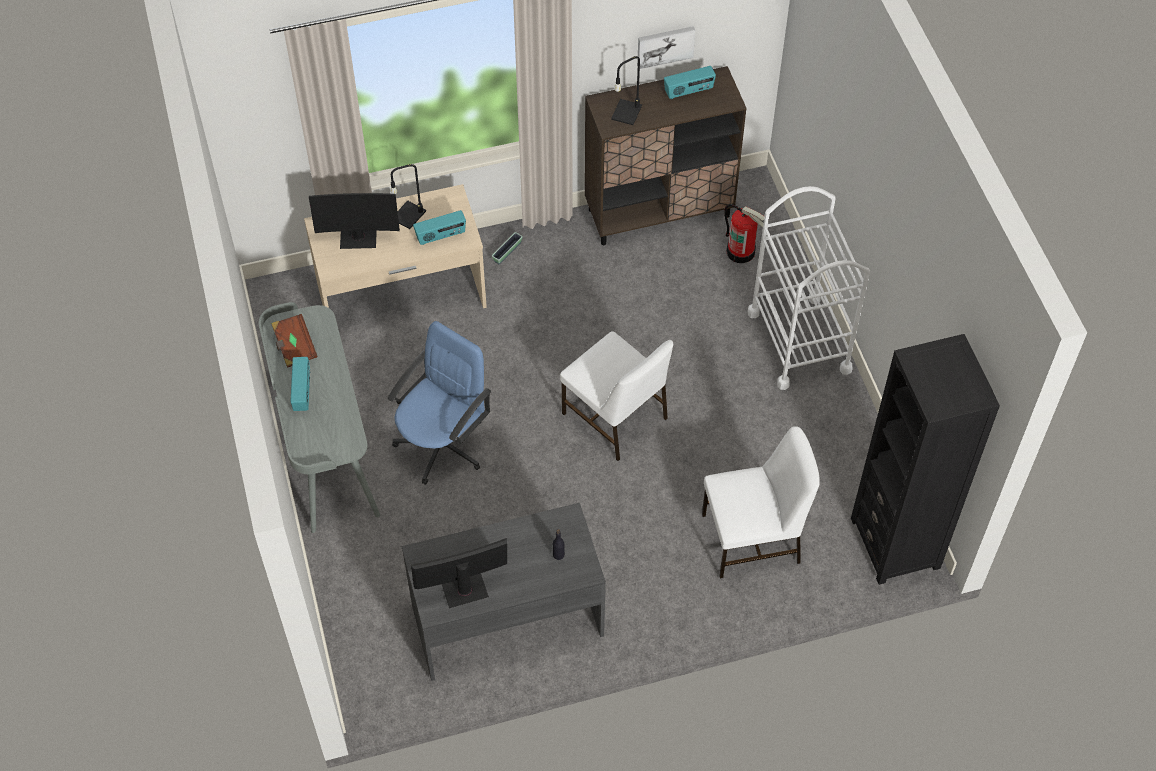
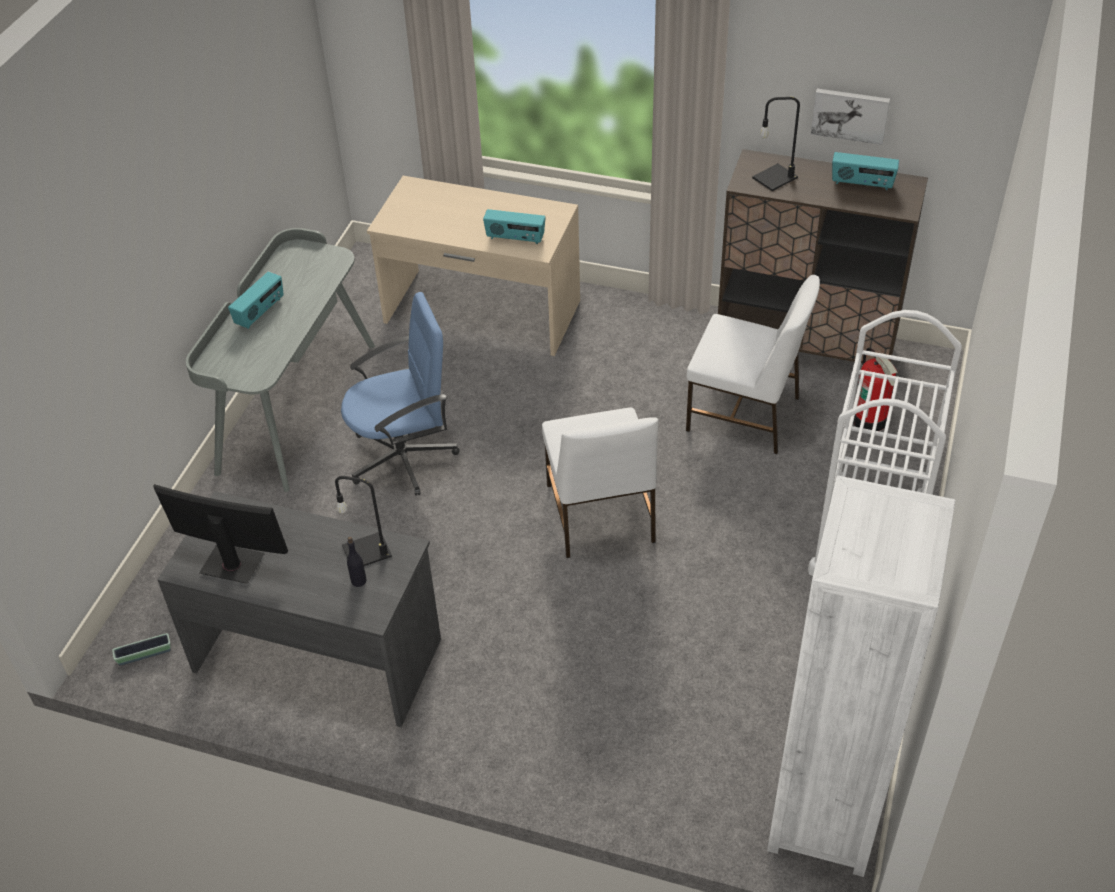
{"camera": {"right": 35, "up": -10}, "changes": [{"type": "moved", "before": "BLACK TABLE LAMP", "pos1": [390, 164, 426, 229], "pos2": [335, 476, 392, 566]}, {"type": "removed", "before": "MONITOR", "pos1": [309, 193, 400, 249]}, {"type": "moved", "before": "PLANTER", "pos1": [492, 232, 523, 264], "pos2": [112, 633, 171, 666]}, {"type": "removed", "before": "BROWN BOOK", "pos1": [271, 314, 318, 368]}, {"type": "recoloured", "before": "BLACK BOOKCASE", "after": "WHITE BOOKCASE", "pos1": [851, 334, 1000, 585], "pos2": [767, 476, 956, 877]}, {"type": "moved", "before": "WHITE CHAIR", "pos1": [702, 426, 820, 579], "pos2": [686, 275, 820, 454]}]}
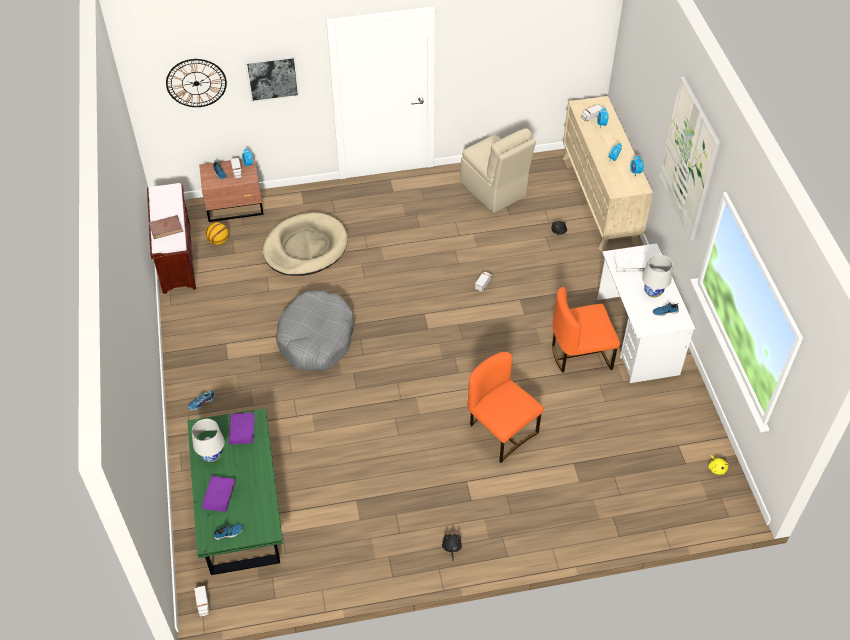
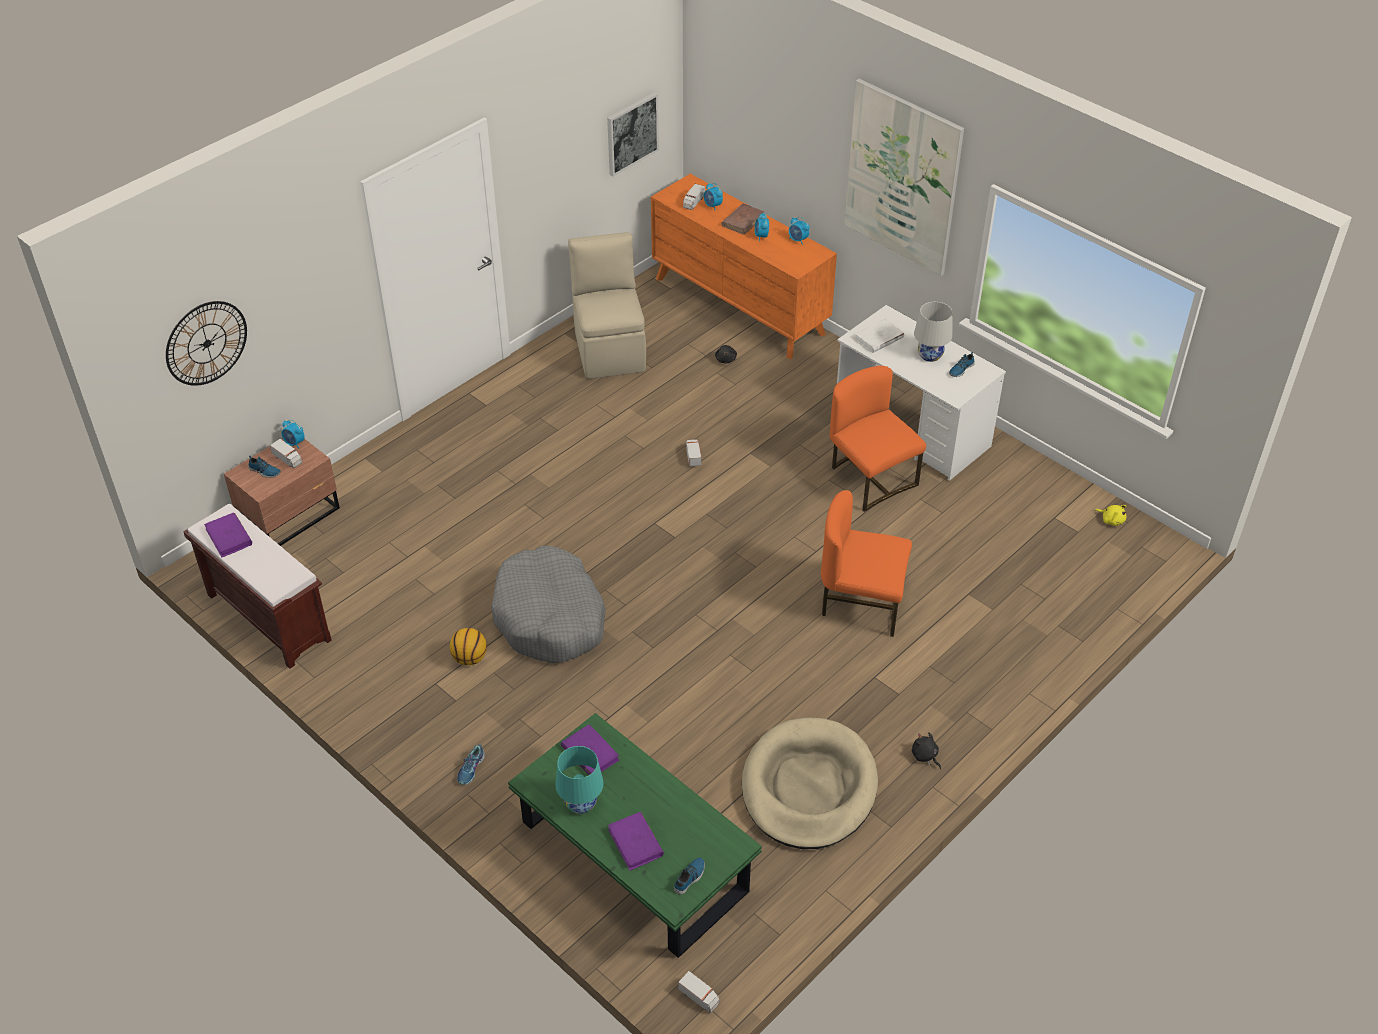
{"camera": {"right": -35, "up": -5}, "changes": [{"type": "moved", "before": "PICTURE", "pos1": [245, 54, 300, 103], "pos2": [607, 92, 659, 176]}, {"type": "recoloured", "before": "BEIGE DRESSER", "after": "ORANGE DRESSER", "pos1": [563, 96, 653, 251], "pos2": [651, 174, 837, 359]}, {"type": "turned", "before": "BEIGE CHAIR", "pos1": [460, 128, 536, 213], "pos2": [568, 232, 646, 379], "turn": -120}, {"type": "moved", "before": "BEIGE DOG BED", "pos1": [263, 213, 348, 276], "pos2": [742, 718, 878, 849]}, {"type": "moved", "before": "BROWN BOOK", "pos1": [149, 215, 184, 239], "pos2": [721, 203, 764, 235]}, {"type": "moved", "before": "BASKETBALL", "pos1": [206, 222, 229, 245], "pos2": [450, 628, 487, 665]}, {"type": "turned", "before": "ORANGE CHAIR", "pos1": [552, 287, 620, 373], "pos2": [830, 366, 926, 512], "turn": 105}, {"type": "recoloured", "before": "WHITE TABLE LAMP", "after": "TURQUOISE TABLE LAMP", "pos1": [192, 419, 225, 462], "pos2": [555, 746, 604, 814]}, {"type": "added", "after": "PURPLE BOOK", "pos2": [204, 512, 252, 557]}]}
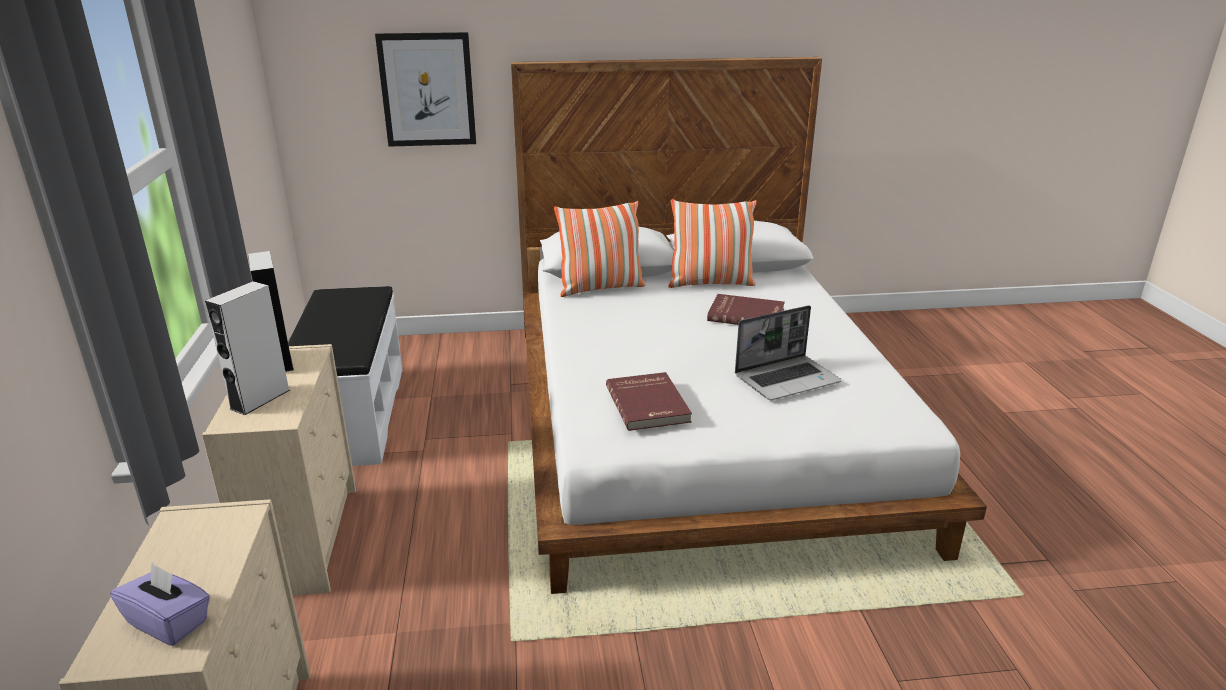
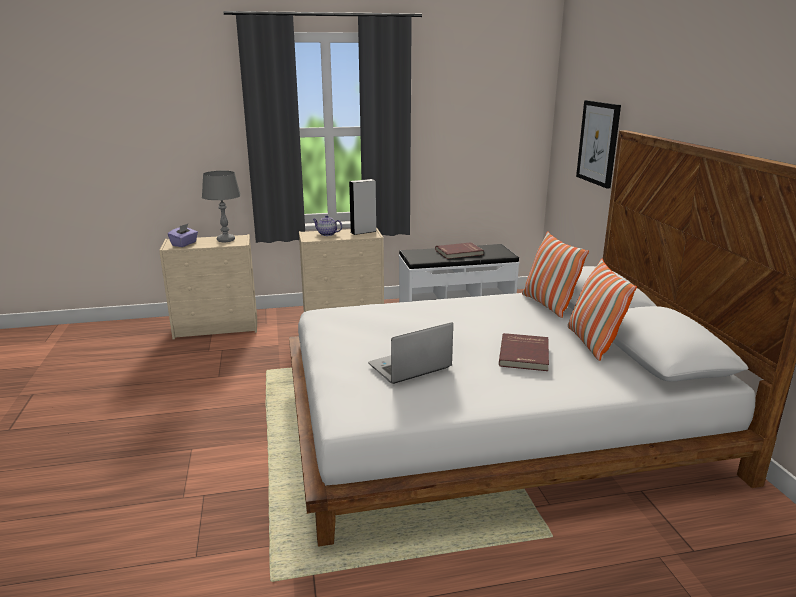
{"camera": {"right": 85, "up": -5}, "changes": [{"type": "replaced", "before": "GREY SPEAKER", "after": "TEAPOT", "pos1": [205, 281, 290, 415], "pos2": [312, 215, 342, 236]}, {"type": "turned", "before": "LAPTOP", "pos1": [735, 305, 841, 400], "pos2": [368, 323, 453, 384], "turn": 90}, {"type": "moved", "before": "RED BOOK", "pos1": [606, 372, 692, 431], "pos2": [435, 242, 484, 259]}, {"type": "added", "after": "GREY TABLE LAMP", "pos2": [202, 171, 241, 242]}]}
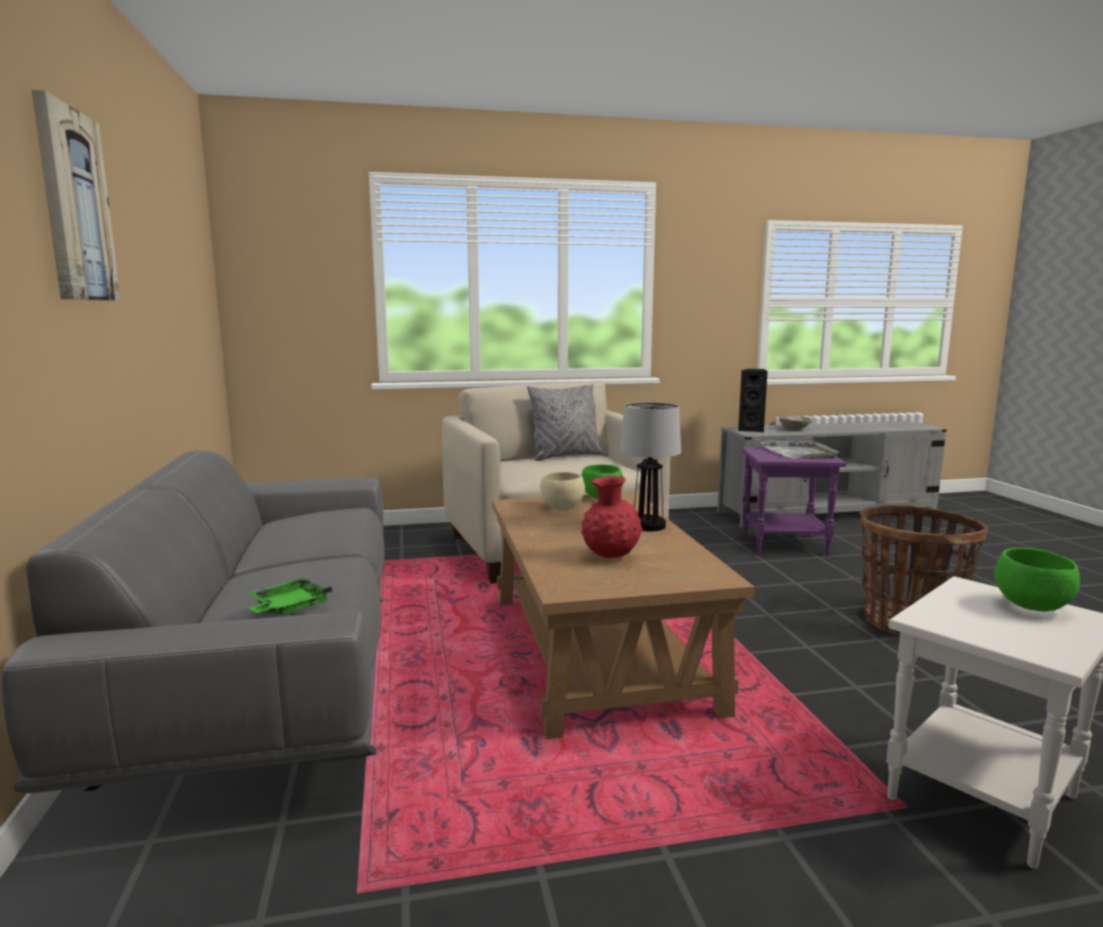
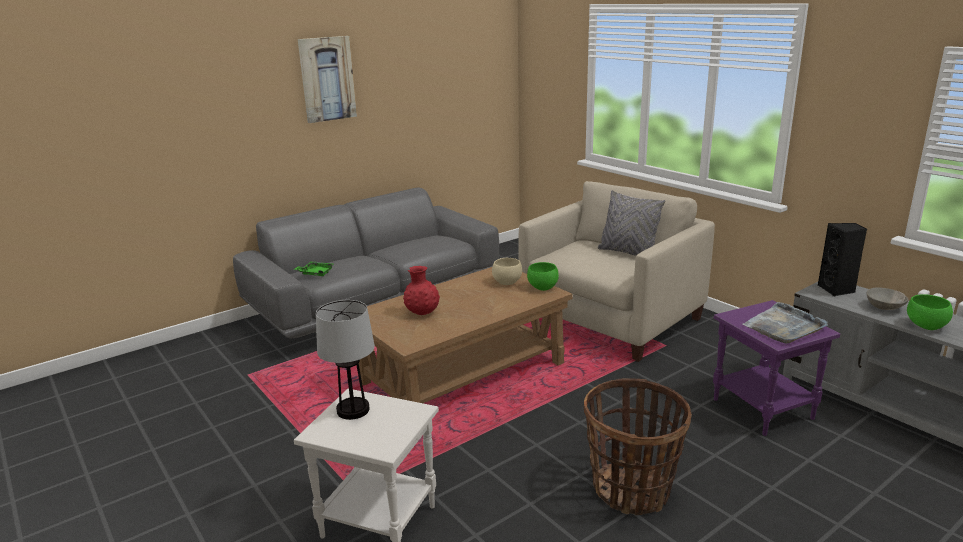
{"camera": {"right": 65, "up": 10}, "changes": [{"type": "moved", "before": "TABLE LAMP", "pos1": [620, 402, 681, 531], "pos2": [316, 300, 375, 420]}, {"type": "moved", "before": "GREEN BOWL", "pos1": [994, 548, 1080, 612], "pos2": [907, 294, 953, 330]}]}
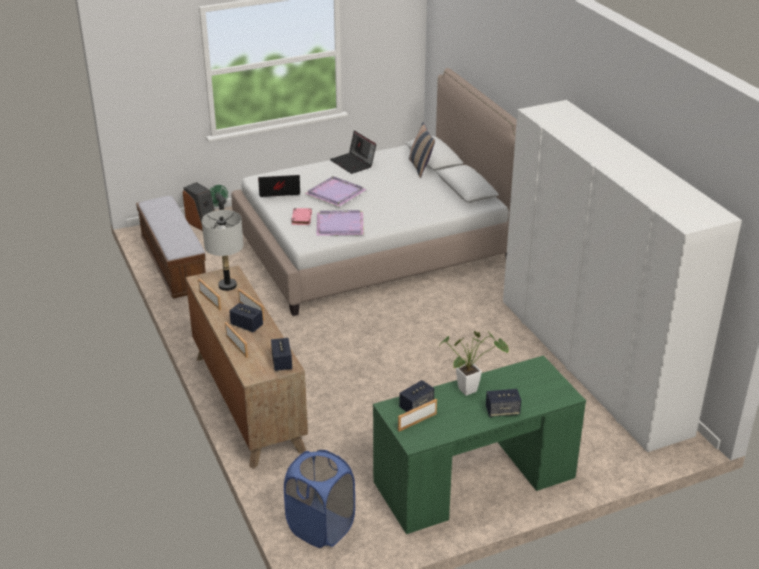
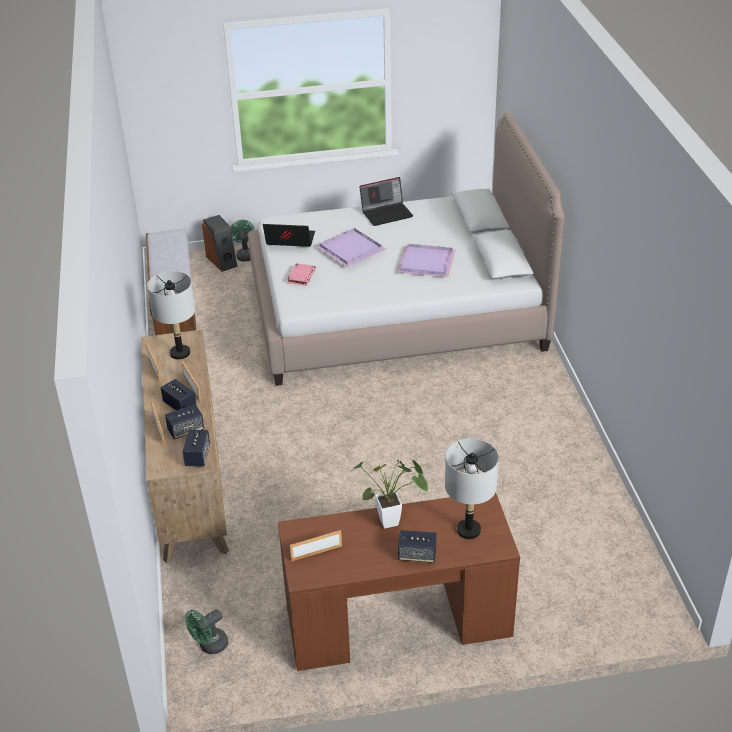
{"camera": {"right": 15, "up": 5}, "changes": [{"type": "removed", "before": "WHITE WARDROBE", "pos1": [503, 100, 742, 452]}, {"type": "removed", "before": "PILLOW", "pos1": [409, 123, 435, 178]}, {"type": "turned", "before": "LAPTOP", "pos1": [330, 131, 376, 174], "pos2": [359, 177, 413, 226], "turn": -90}, {"type": "moved", "before": "PURPLE TRAY", "pos1": [316, 210, 364, 236], "pos2": [397, 244, 456, 277]}, {"type": "recoloured", "before": "GREEN DESK", "after": "BROWN DESK", "pos1": [373, 355, 586, 534], "pos2": [278, 493, 520, 671]}, {"type": "moved", "before": "SPEAKER", "pos1": [399, 380, 434, 412], "pos2": [165, 404, 204, 439]}, {"type": "replaced", "before": "BLUE LAUNDRY BASKET", "after": "GREEN FAN", "pos1": [284, 450, 355, 548], "pos2": [185, 609, 228, 654]}, {"type": "added", "after": "GREY TABLE LAMP", "pos2": [445, 439, 499, 539]}]}
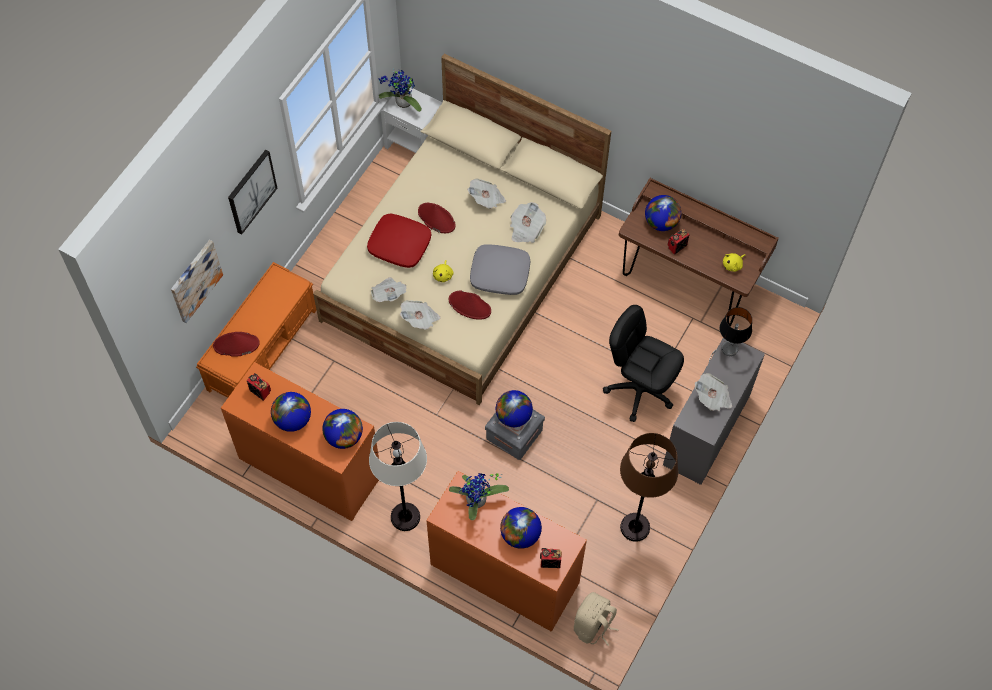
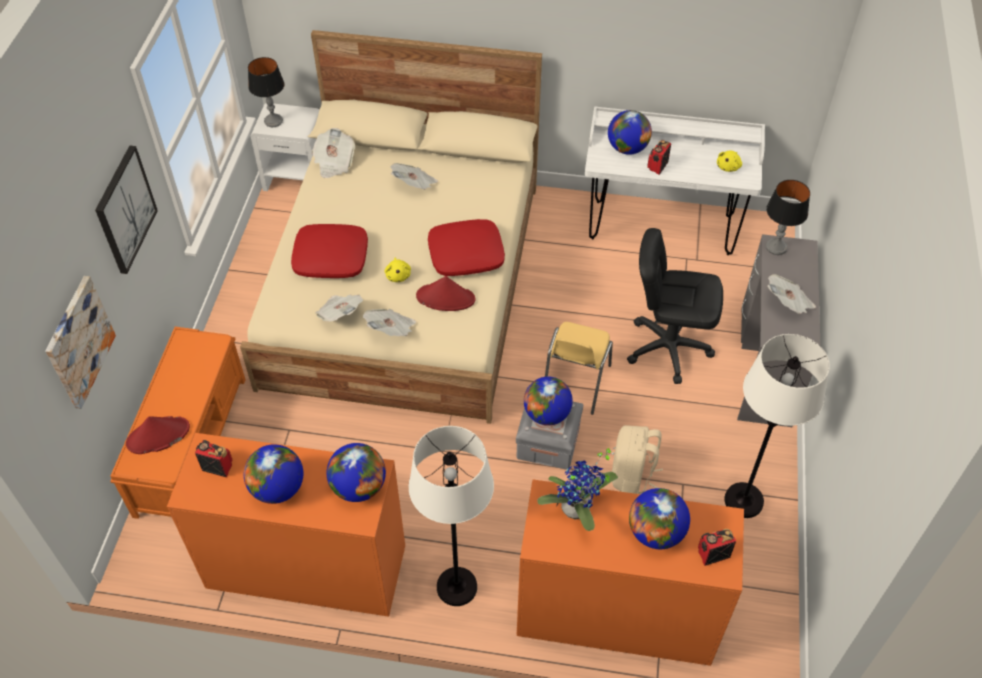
{"camera": {"right": -20, "up": -10}, "changes": [{"type": "replaced", "before": "POTTED PLANT", "after": "TABLE LAMP", "pos1": [378, 69, 422, 112], "pos2": [248, 57, 285, 127]}, {"type": "recoloured", "before": "BROWN DESK", "after": "WHITE DESK", "pos1": [619, 178, 778, 326], "pos2": [585, 106, 765, 255]}, {"type": "moved", "before": "NEWSPAPER", "pos1": [510, 202, 546, 243], "pos2": [312, 128, 355, 178]}, {"type": "removed", "before": "RED HAT", "pos1": [418, 203, 456, 233]}, {"type": "recoloured", "before": "GREY PILLOW", "after": "RED PILLOW", "pos1": [470, 244, 530, 295], "pos2": [428, 219, 505, 276]}, {"type": "recoloured", "before": "BROWN FLOOR LAMP", "after": "WHITE FLOOR LAMP", "pos1": [620, 433, 678, 542], "pos2": [724, 334, 830, 518]}, {"type": "moved", "before": "BEIGE BACKPACK", "pos1": [574, 592, 619, 646], "pos2": [612, 425, 663, 494]}, {"type": "added", "after": "YELLOW CHAIR", "pos2": [545, 322, 613, 415]}]}
